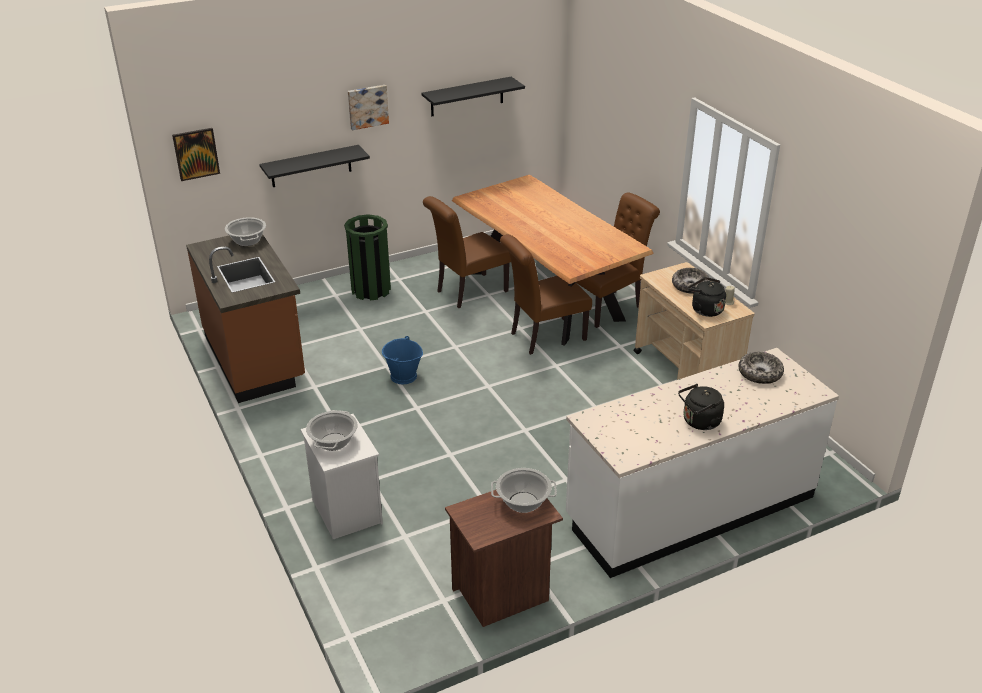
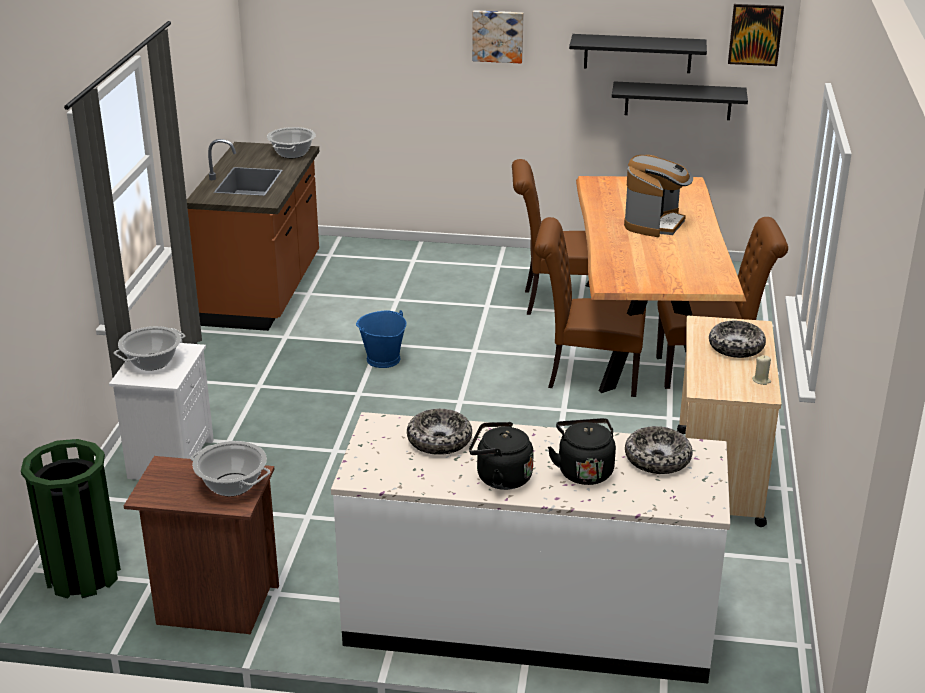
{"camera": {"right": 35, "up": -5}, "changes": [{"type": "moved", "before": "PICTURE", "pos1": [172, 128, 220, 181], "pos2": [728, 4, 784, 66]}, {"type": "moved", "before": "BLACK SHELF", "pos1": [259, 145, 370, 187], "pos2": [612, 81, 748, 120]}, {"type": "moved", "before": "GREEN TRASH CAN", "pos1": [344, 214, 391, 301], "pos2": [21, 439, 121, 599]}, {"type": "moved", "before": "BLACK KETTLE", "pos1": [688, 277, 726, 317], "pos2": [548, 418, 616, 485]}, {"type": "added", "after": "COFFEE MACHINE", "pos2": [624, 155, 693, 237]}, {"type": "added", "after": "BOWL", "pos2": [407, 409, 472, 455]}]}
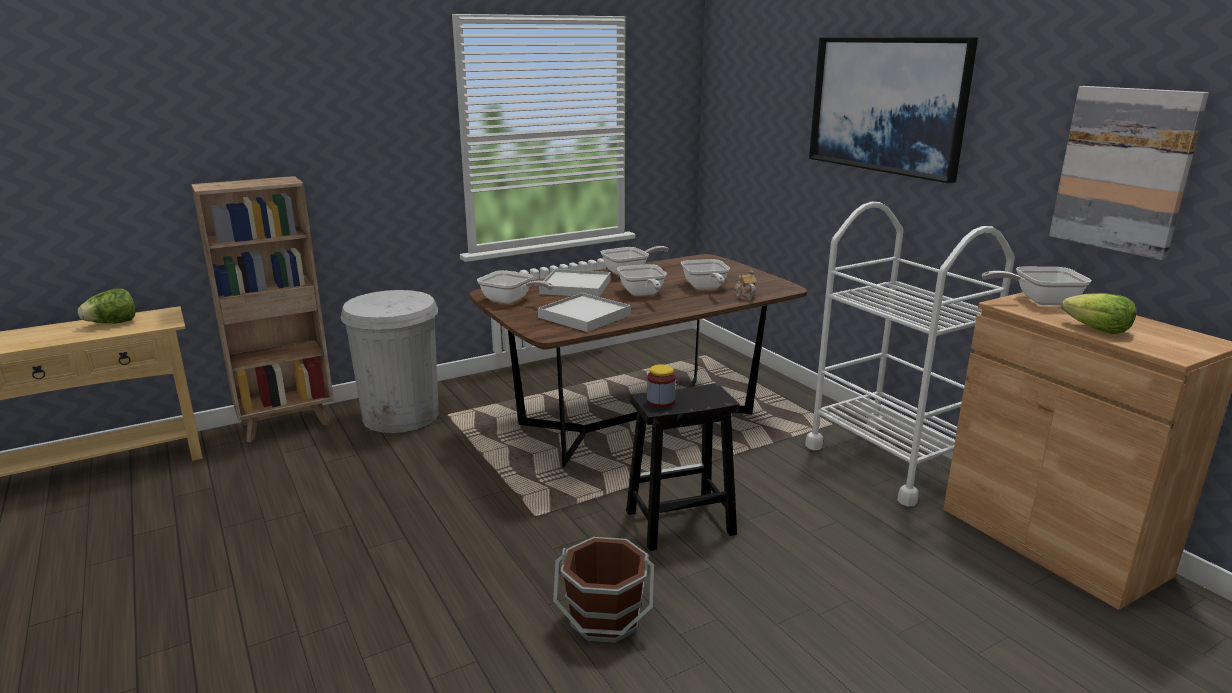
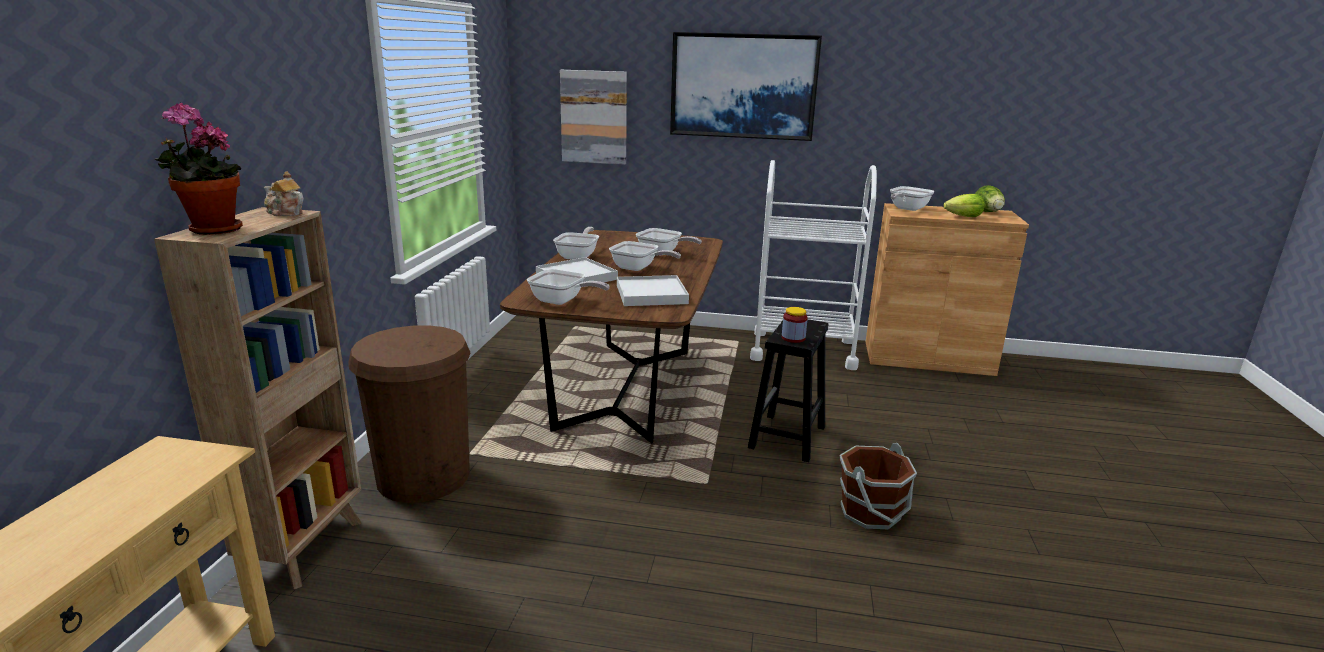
{"camera": {"right": -50, "up": 0}, "changes": [{"type": "moved", "before": "PICTURE", "pos1": [1049, 86, 1209, 260], "pos2": [560, 70, 627, 165]}, {"type": "turned", "before": "FRYING PAN", "pos1": [477, 270, 554, 304], "pos2": [527, 269, 610, 305], "turn": 45}, {"type": "moved", "before": "TEAPOT", "pos1": [735, 270, 757, 300], "pos2": [264, 171, 303, 216]}, {"type": "moved", "before": "LETTUCE", "pos1": [78, 288, 135, 323], "pos2": [975, 185, 1005, 212]}, {"type": "recoloured", "before": "WHITE TRASH CAN", "after": "BROWN TRASH CAN", "pos1": [340, 290, 439, 433], "pos2": [348, 325, 471, 503]}, {"type": "added", "after": "POTTED PLANT", "pos2": [154, 103, 243, 235]}]}
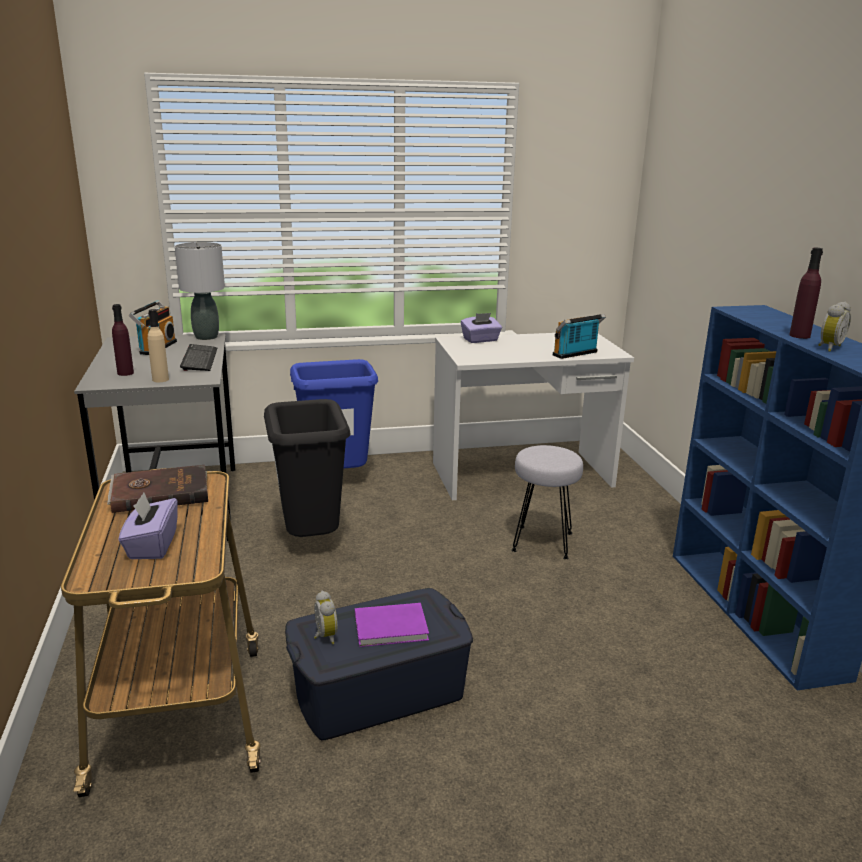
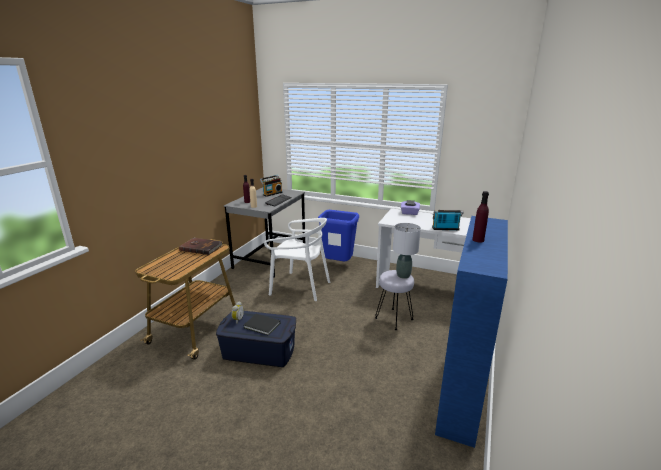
{"camera": {"right": 35, "up": 0}, "changes": [{"type": "moved", "before": "GREY TABLE LAMP", "pos1": [175, 242, 225, 340], "pos2": [393, 223, 421, 279]}, {"type": "removed", "before": "ALARM CLOCK", "pos1": [818, 302, 851, 352]}, {"type": "replaced", "before": "BLACK TRASH CAN", "after": "WHITE CHAIR", "pos1": [264, 399, 350, 537], "pos2": [264, 218, 330, 301]}, {"type": "removed", "before": "PURPLE TISSUE BOX", "pos1": [119, 492, 178, 559]}, {"type": "recoloured", "before": "PURPLE BOOK", "after": "BLACK BOOK", "pos1": [355, 603, 429, 647], "pos2": [244, 314, 280, 336]}]}
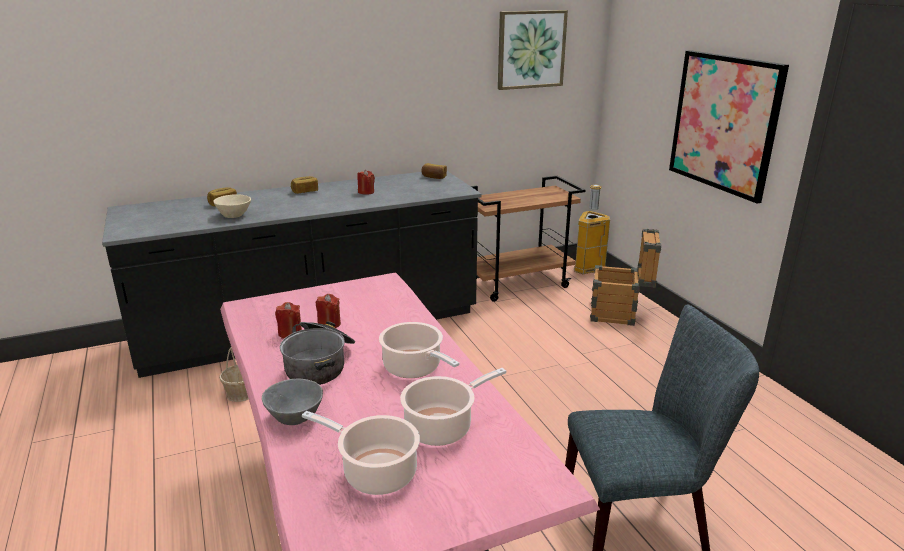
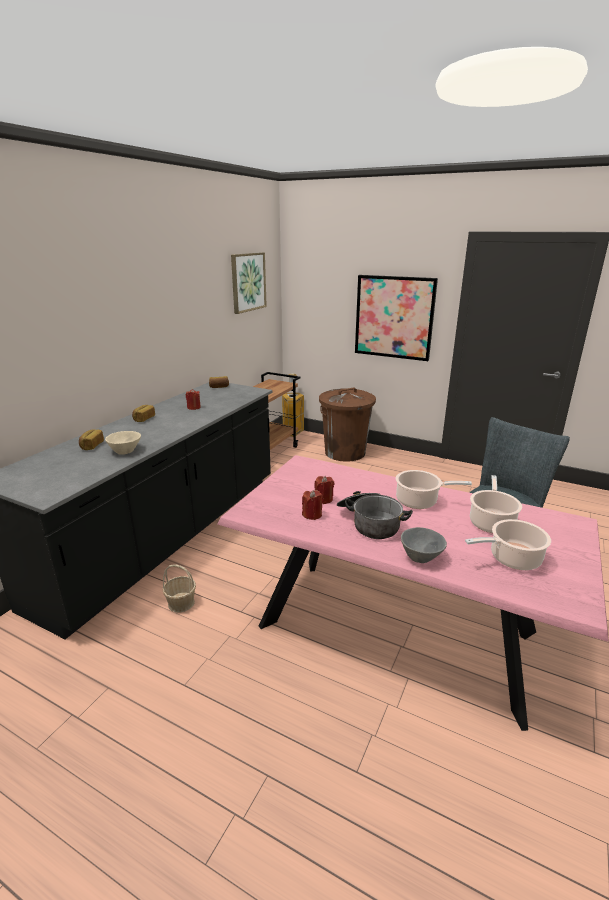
{"camera": {"right": -40, "up": 0}, "changes": [{"type": "replaced", "before": "CRATE", "after": "BROWN TRASH CAN", "pos1": [590, 229, 661, 326], "pos2": [319, 388, 376, 462]}]}
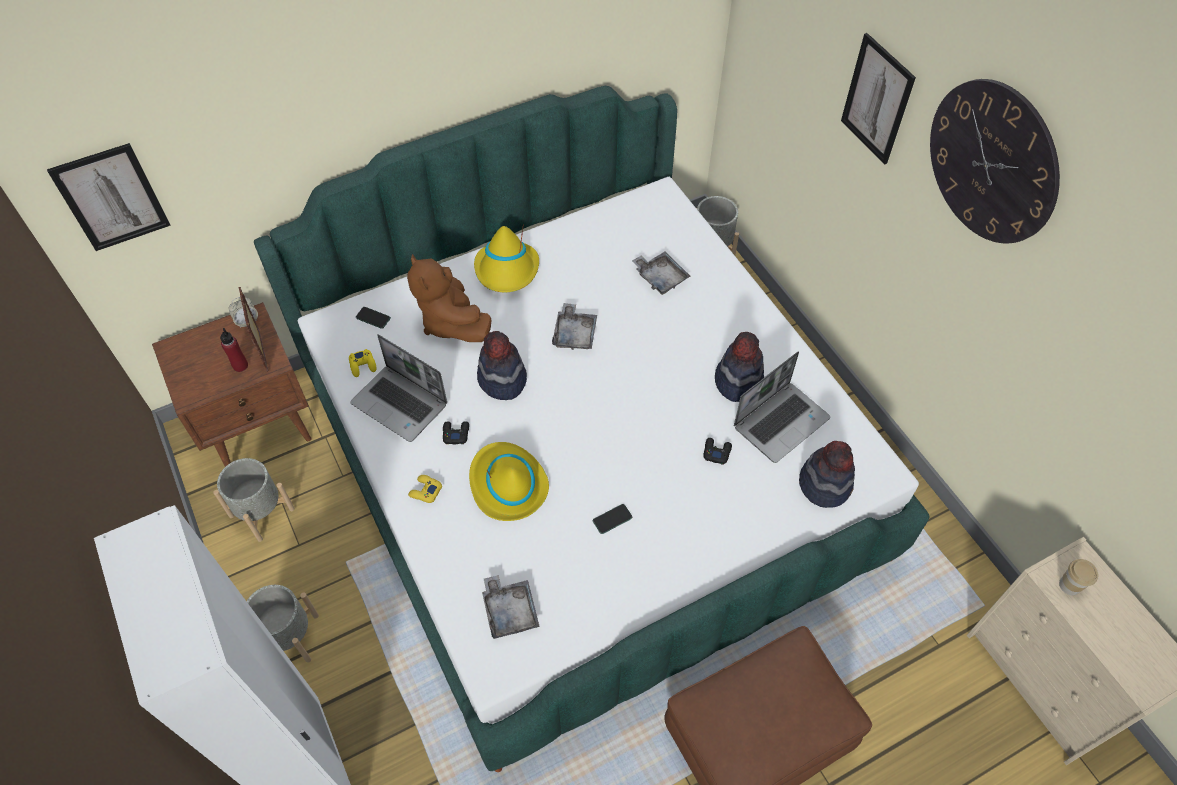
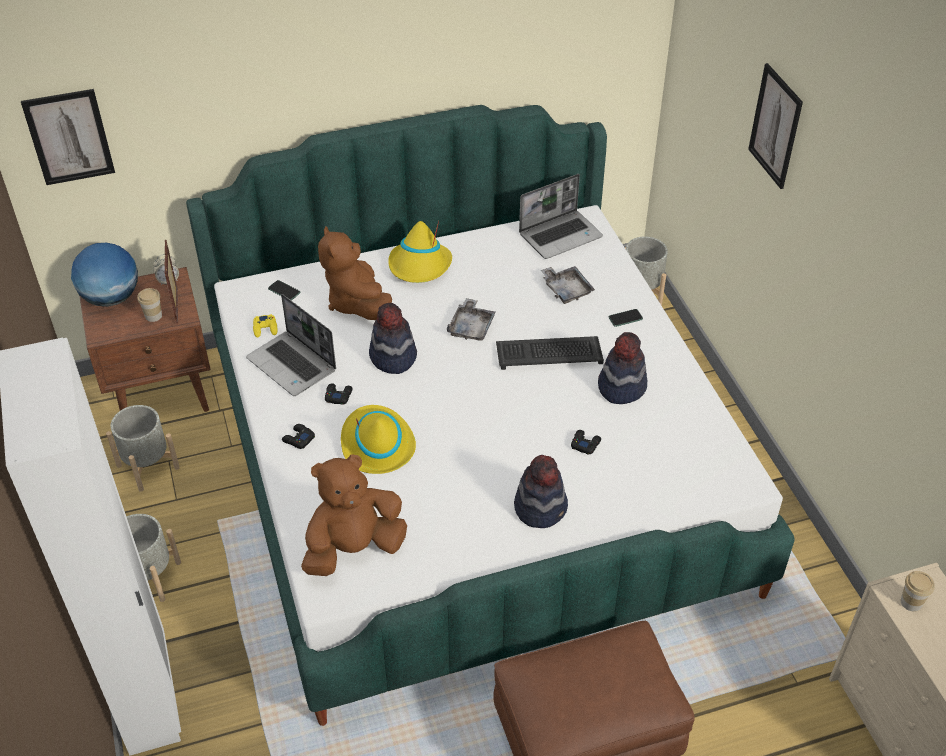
{"camera": {"right": 10, "up": -10}, "changes": [{"type": "removed", "before": "WALL CLOCK", "pos1": [930, 79, 1060, 244]}, {"type": "replaced", "before": "RED BOTTLE", "after": "CUP", "pos1": [220, 328, 248, 372], "pos2": [137, 288, 162, 322]}, {"type": "moved", "before": "LAPTOP", "pos1": [734, 351, 830, 463], "pos2": [519, 174, 603, 259]}, {"type": "moved", "before": "HAT", "pos1": [799, 441, 855, 508], "pos2": [514, 455, 568, 528]}, {"type": "recoloured", "before": "YELLOW GAME CONTROLLER", "after": "BLACK GAME CONTROLLER", "pos1": [408, 475, 442, 503], "pos2": [282, 424, 315, 449]}, {"type": "moved", "before": "PHONE", "pos1": [593, 504, 632, 534], "pos2": [608, 309, 643, 327]}, {"type": "replaced", "before": "GREY TRAY", "after": "BROWN PLUSH TOY", "pos1": [482, 575, 540, 639], "pos2": [301, 454, 407, 576]}, {"type": "added", "after": "GLOBE", "pos2": [71, 243, 138, 307]}, {"type": "added", "after": "KEYBOARD", "pos2": [496, 336, 604, 370]}]}
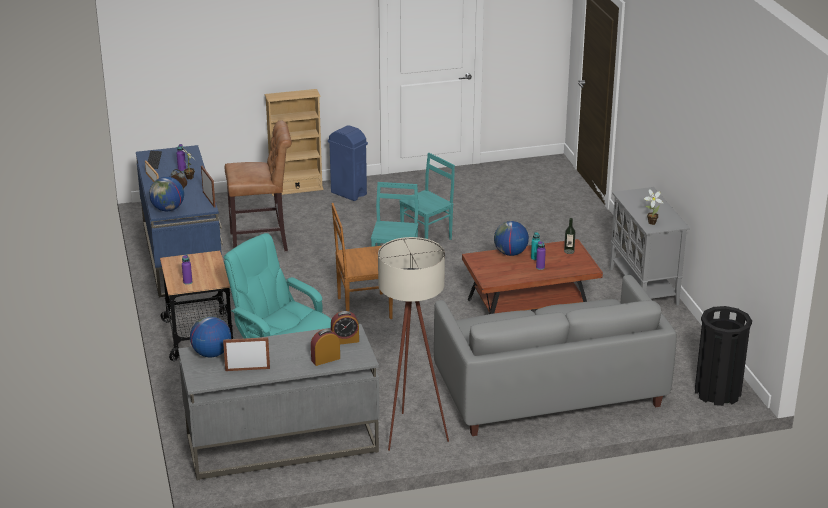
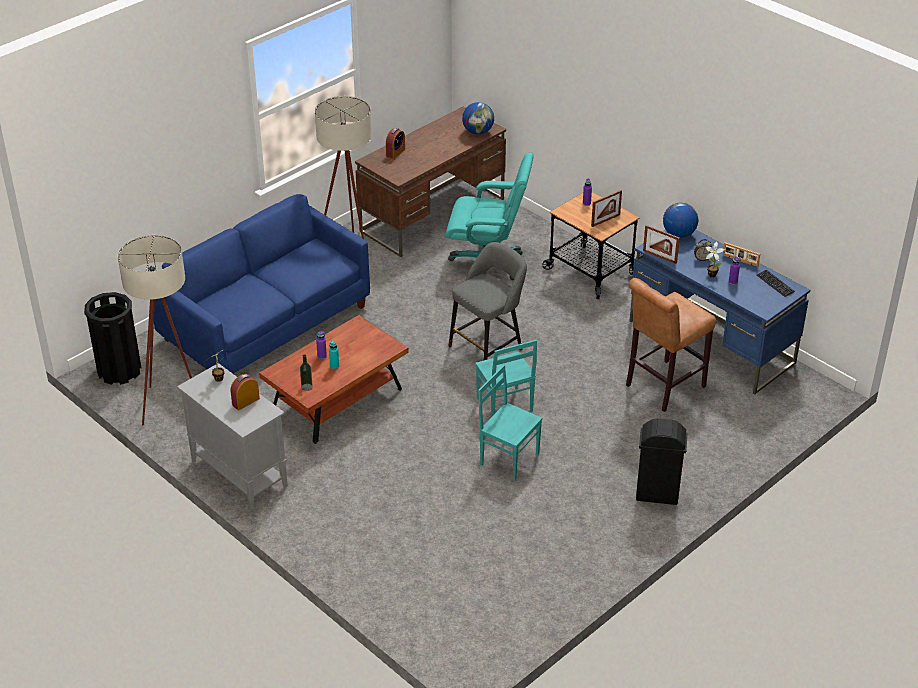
{"camera": {"right": 150, "up": 10}, "changes": [{"type": "removed", "before": "BEIGE BOOKCASE", "pos1": [265, 89, 324, 196]}, {"type": "recoloured", "before": "BLUE TRASH CAN", "after": "BLACK TRASH CAN", "pos1": [328, 125, 368, 201], "pos2": [636, 418, 687, 505]}, {"type": "turned", "before": "TURQUOISE CHAIR", "pos1": [399, 153, 455, 240], "pos2": [478, 365, 542, 481], "turn": 105}, {"type": "replaced", "before": "BROWN CHAIR", "after": "GREY STOOL", "pos1": [331, 203, 393, 319], "pos2": [448, 242, 527, 360]}, {"type": "removed", "before": "GLOBE", "pos1": [494, 221, 529, 256]}, {"type": "recoloured", "before": "GREY SOFA", "after": "BLUE SOFA", "pos1": [434, 275, 677, 436], "pos2": [154, 194, 370, 373]}, {"type": "moved", "before": "ALARM CLOCK", "pos1": [331, 311, 359, 345], "pos2": [231, 374, 260, 410]}, {"type": "recoloured", "before": "GREY DESK", "after": "BROWN DESK", "pos1": [178, 324, 380, 481], "pos2": [355, 107, 506, 257]}, {"type": "moved", "before": "PICTURE FRAME", "pos1": [223, 337, 270, 371], "pos2": [591, 190, 622, 227]}, {"type": "added", "after": "BEIGE FLOOR LAMP", "pos2": [118, 235, 192, 425]}]}
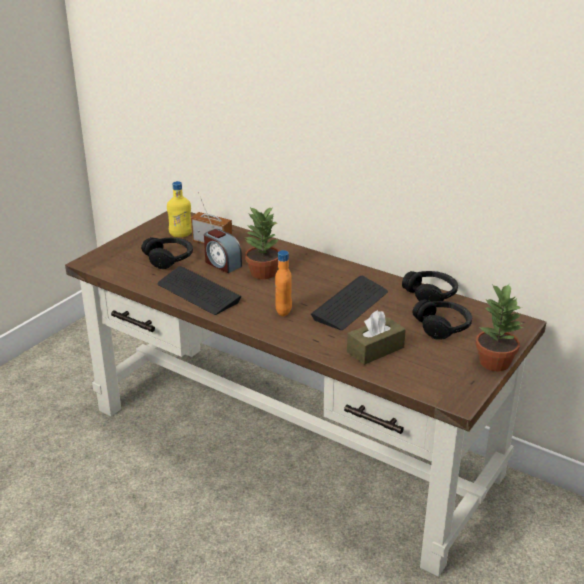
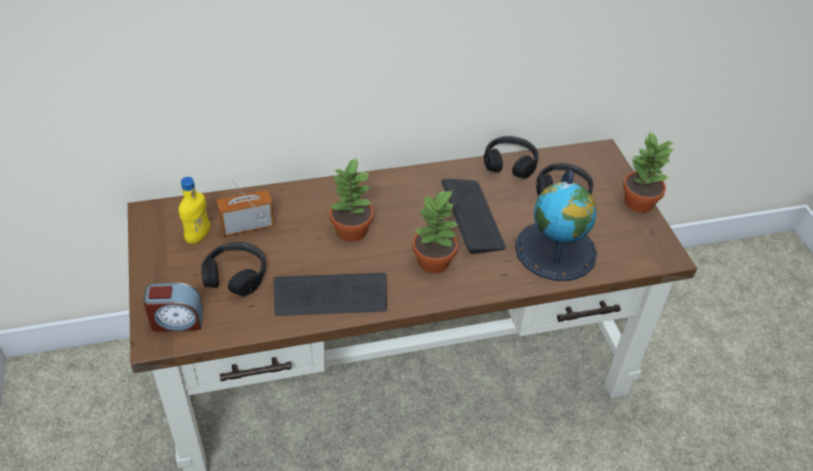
{"camera": {"right": -50, "up": 15}, "changes": [{"type": "moved", "before": "ALARM CLOCK", "pos1": [204, 229, 242, 273], "pos2": [143, 282, 203, 332]}, {"type": "replaced", "before": "ORANGE BOTTLE", "after": "POTTED PLANT", "pos1": [275, 250, 292, 316], "pos2": [412, 190, 459, 274]}, {"type": "replaced", "before": "BROWN TISSUE BOX", "after": "GLOBE", "pos1": [347, 310, 406, 365], "pos2": [515, 170, 597, 281]}]}
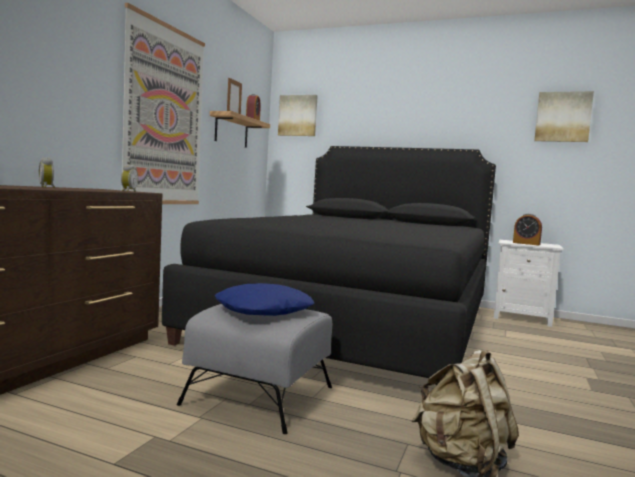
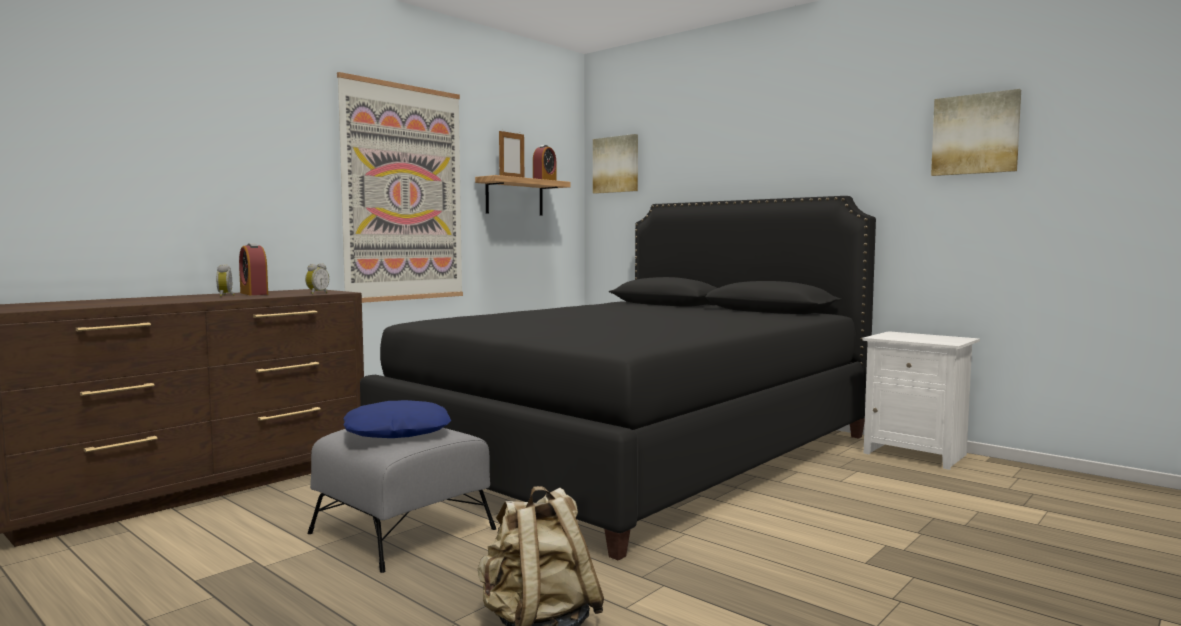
{"camera": {"right": 20, "up": 0}, "changes": [{"type": "moved", "before": "ALARM CLOCK", "pos1": [513, 214, 542, 246], "pos2": [239, 243, 268, 295]}]}
